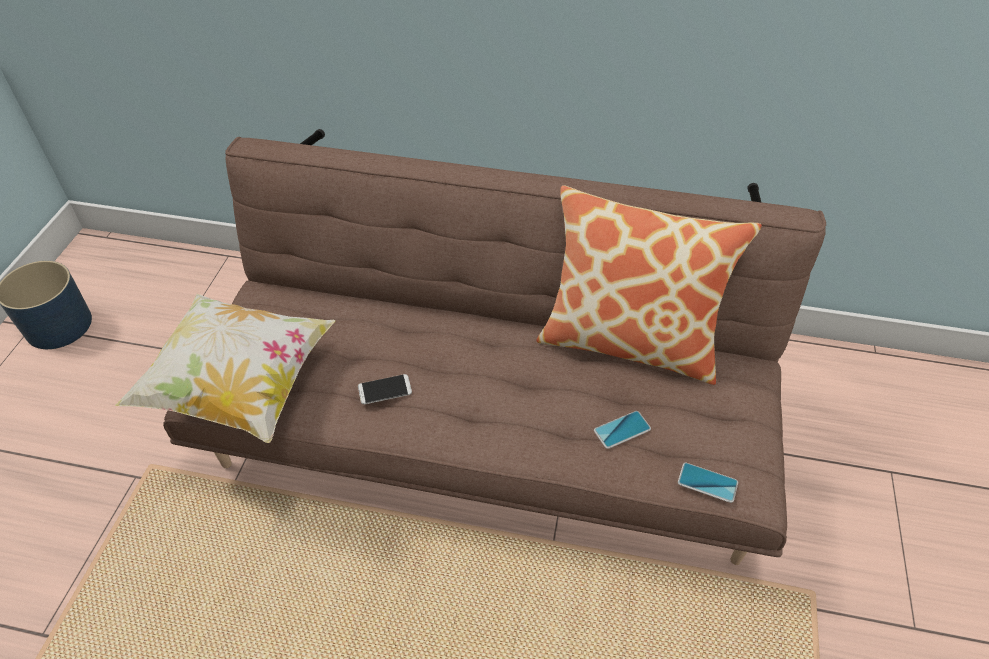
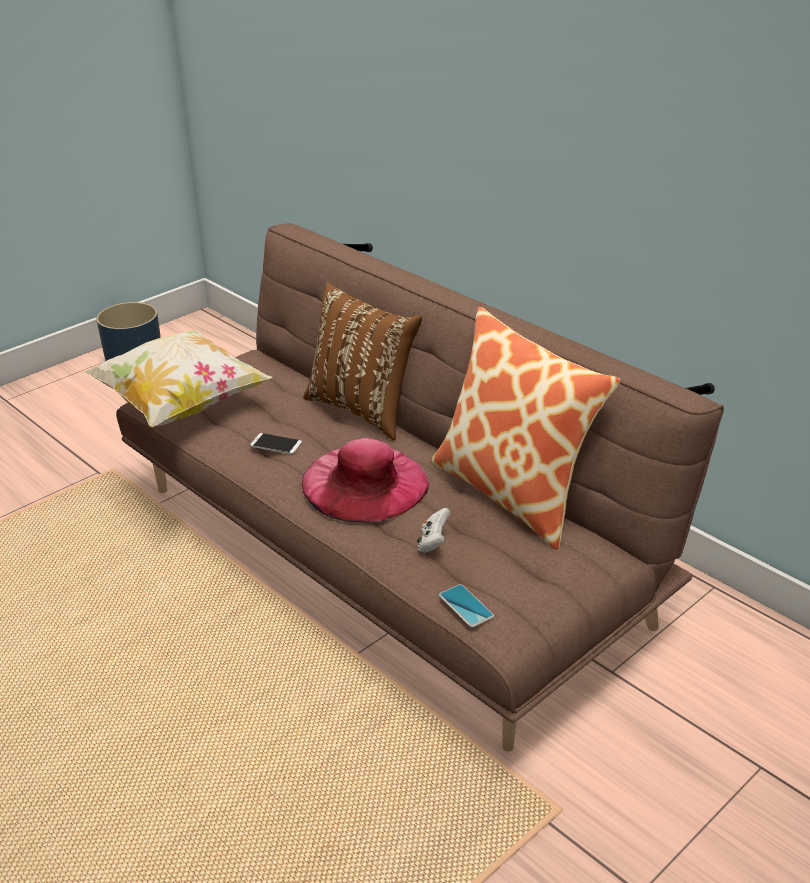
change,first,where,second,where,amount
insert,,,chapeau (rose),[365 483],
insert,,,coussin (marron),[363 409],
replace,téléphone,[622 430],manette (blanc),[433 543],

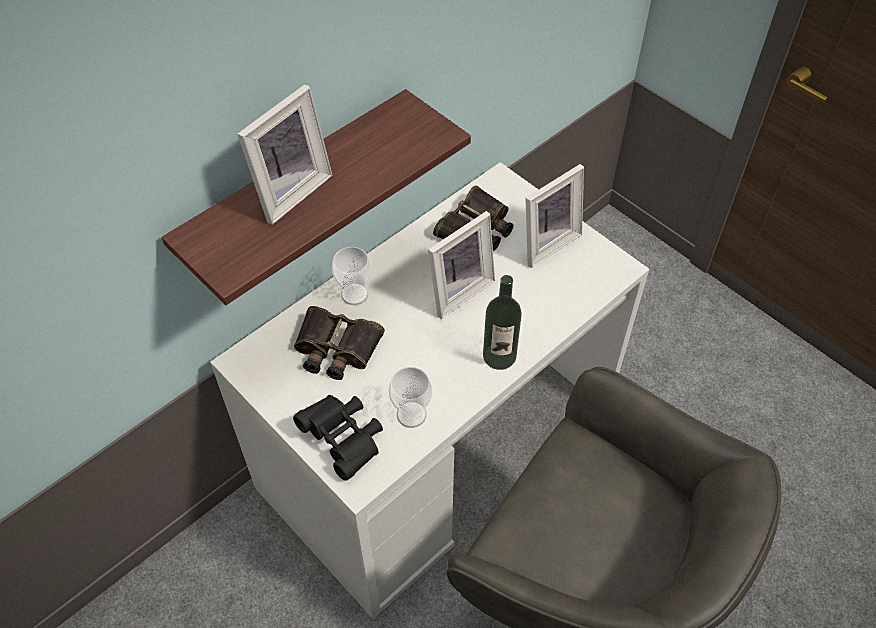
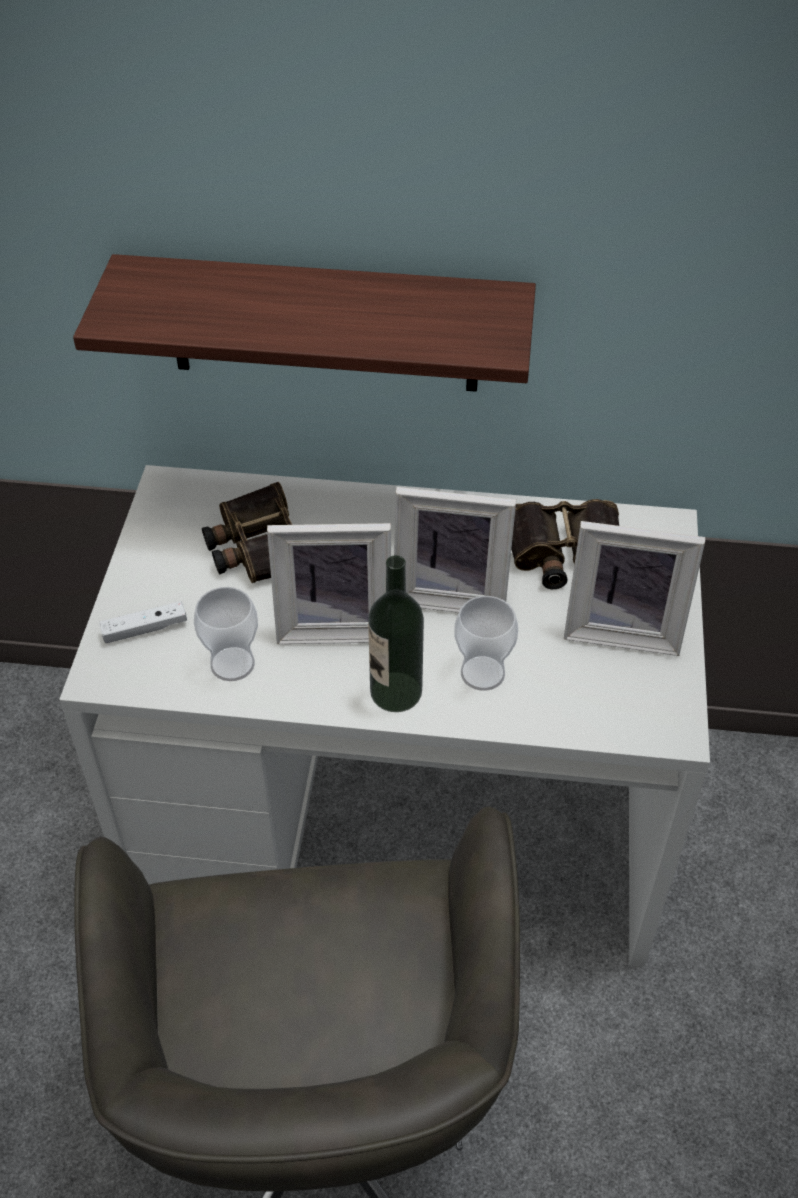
change,first,where,second,where,amount
replace,jumelles (noir),[344 440],manette (blanc),[145 629],
move,cadre photo,[288 191],,[334 624],
move,tasse,[354 294],,[482 673],

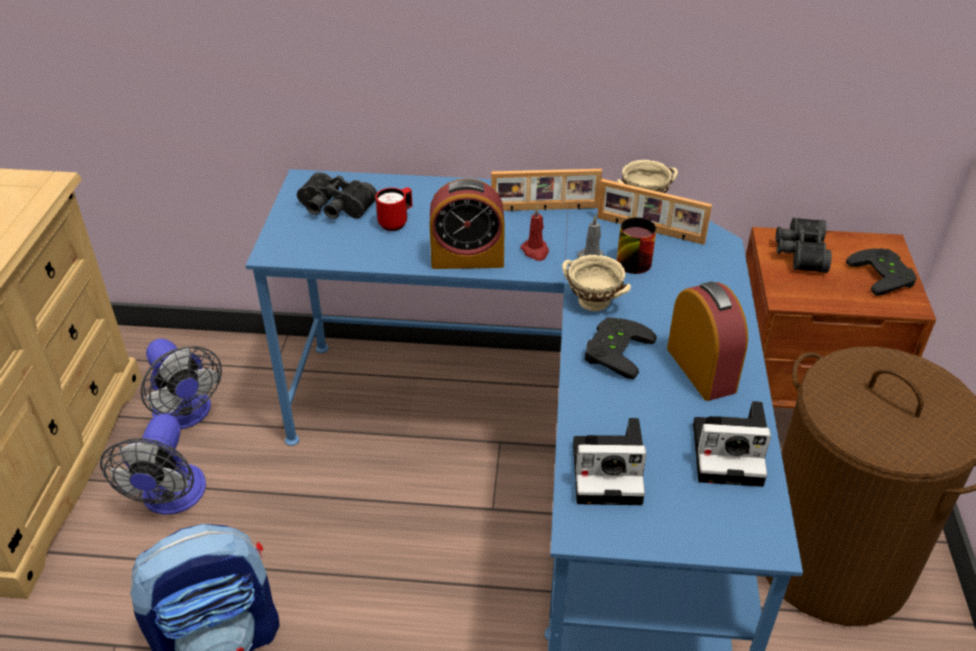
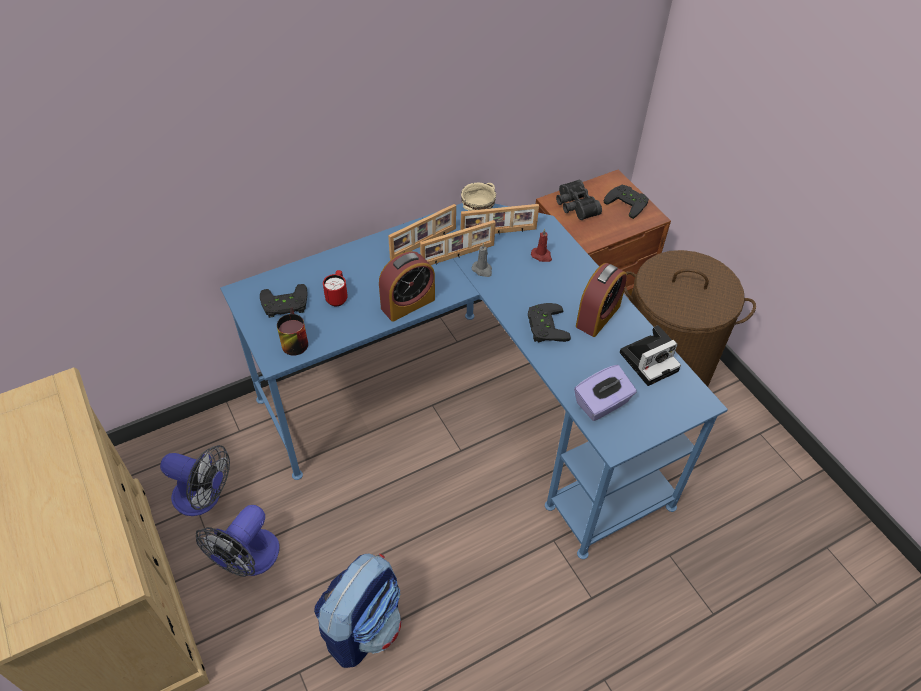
change,first,where,second,where,amount
rotate,ventilateur,[171 499],,[248 560],60 degrees clockwise
replace,jumelles (noir),[334 208],manette (noir),[285 305],
move,mug,[633 258],,[292 341],
insert,,,cadre photo,[458 256],
move,bougie (rouge),[535 251],,[541 256],
replace,appareil photo,[610 472],boîte à mouchoirs (violet),[602 404],
rotate,réveil,[701 369],,[598 316],90 degrees clockwise
delete,bol (beige),[594 302],,,

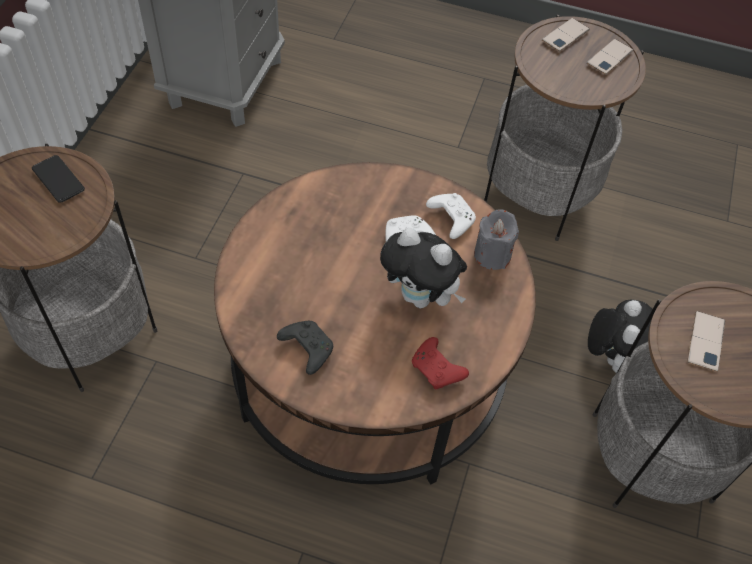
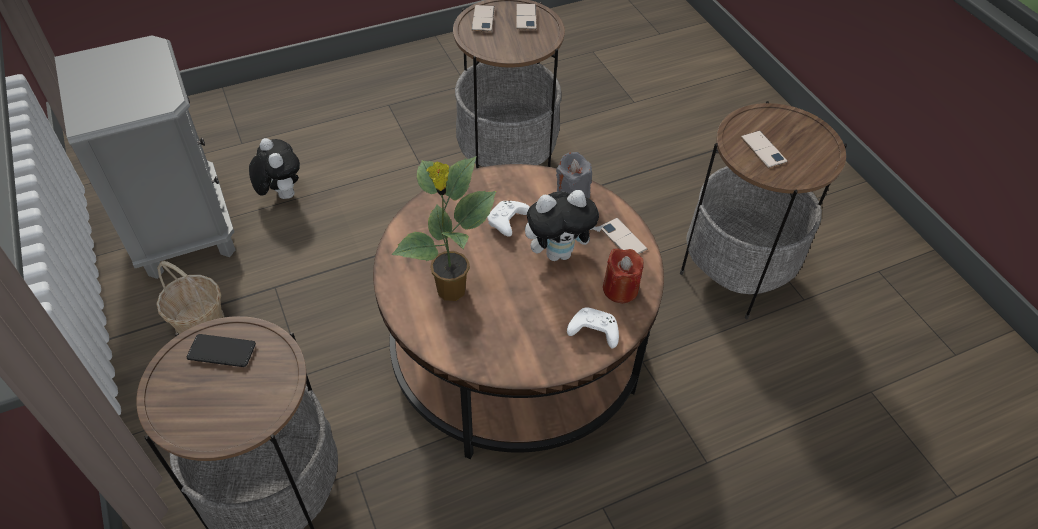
change,first,where,second,where,amount
insert,,,panier,[199 322],
move,peluche,[610 356],,[281 194],
insert,,,plante en pot,[450 291],
move,manette (blanc),[450 218],,[592 332],
insert,,,téléphone,[622 238],
replace,manette (rouge),[437 370],bougie (rouge),[620 289],
delete,manette (noir),[306 349],,,

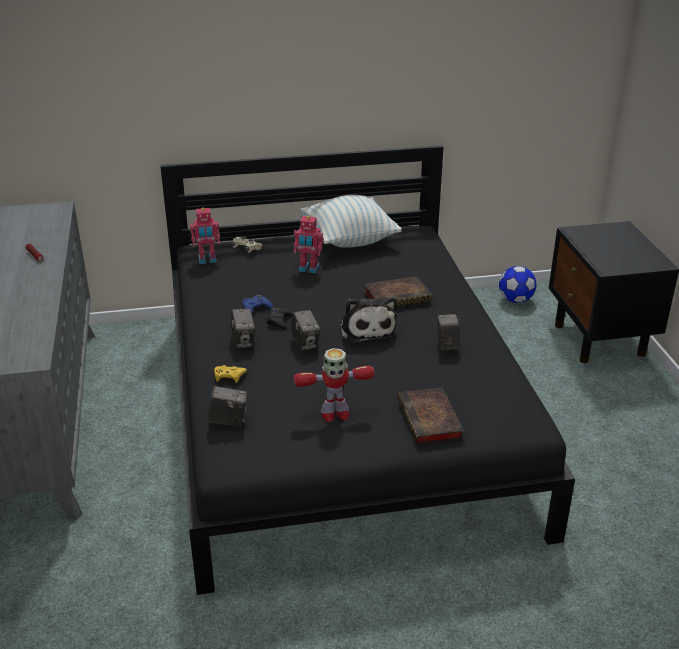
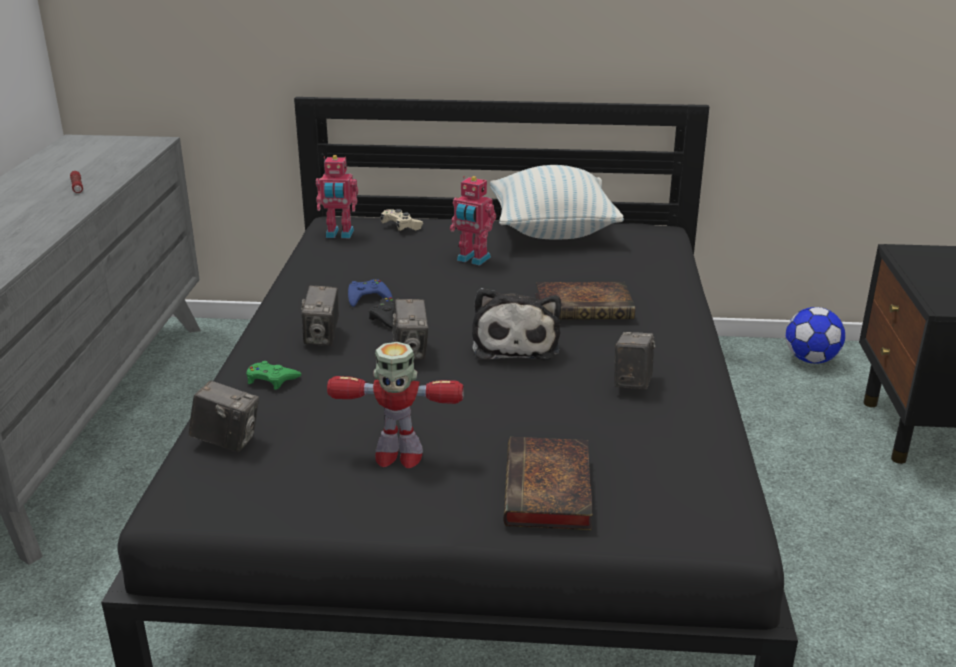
change,first,where,second,where,amount
recolor,manette (jaune),[229 376],manette (vert),[271 379],

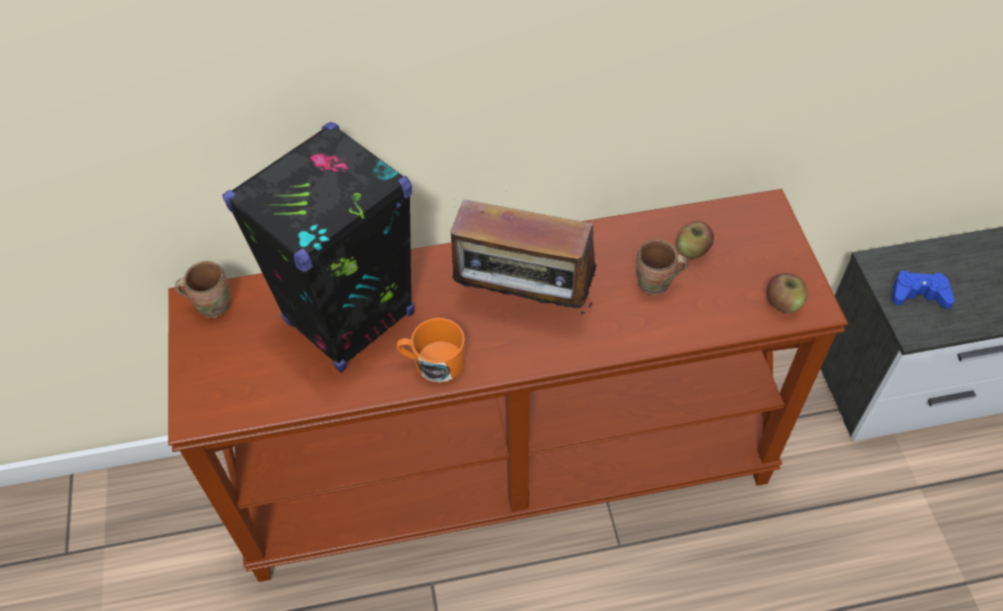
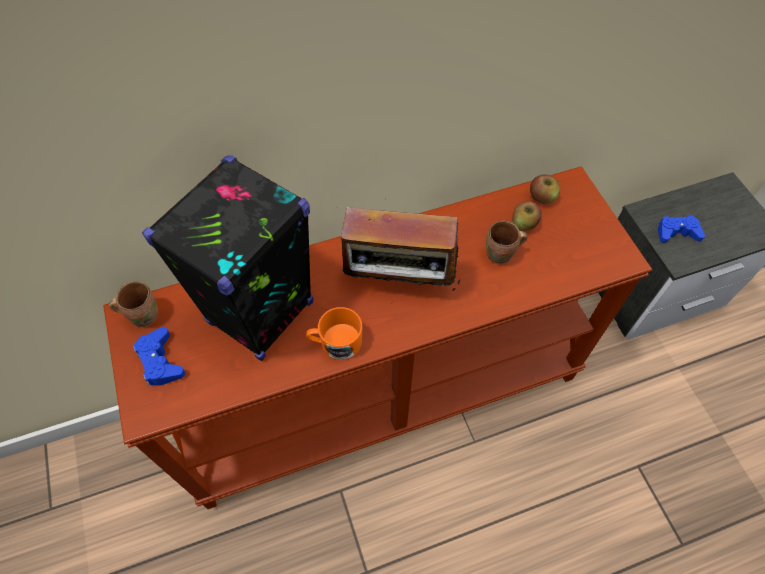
change,first,where,second,where,amount
insert,,,manette (bleu),[160 361],
move,pomme,[783 302],,[542 197],

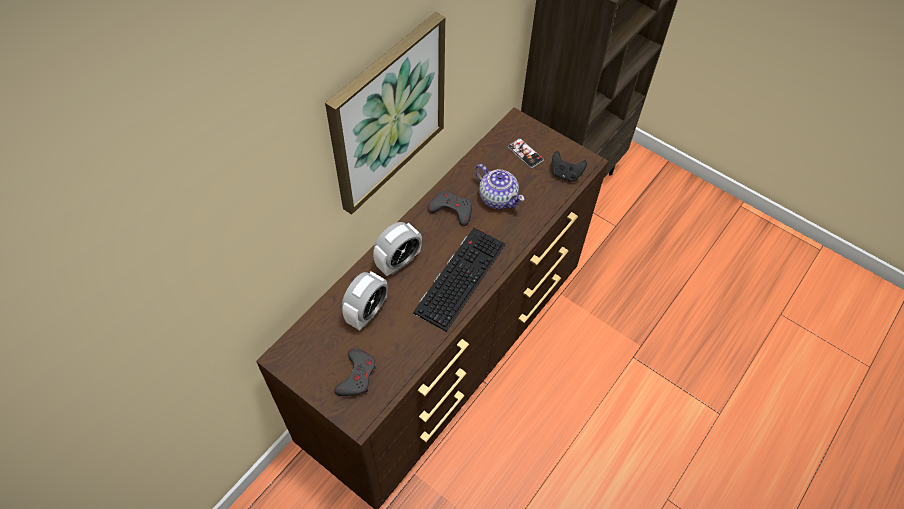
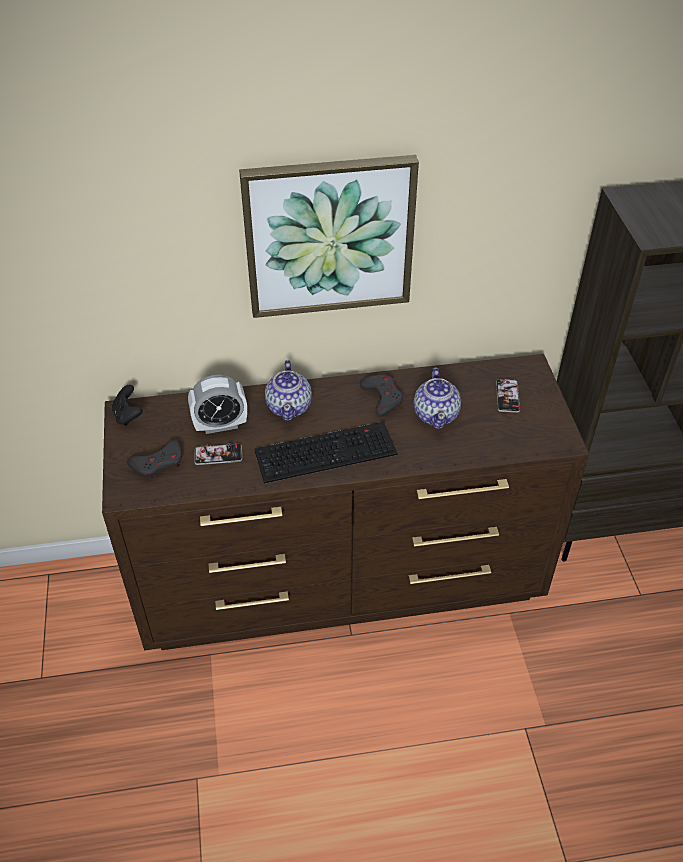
change,first,where,second,where,amount
move,manette (noir),[565 174],,[128 415],
insert,,,téléphone,[218 455],
replace,réveil,[398 262],théière,[289 406],

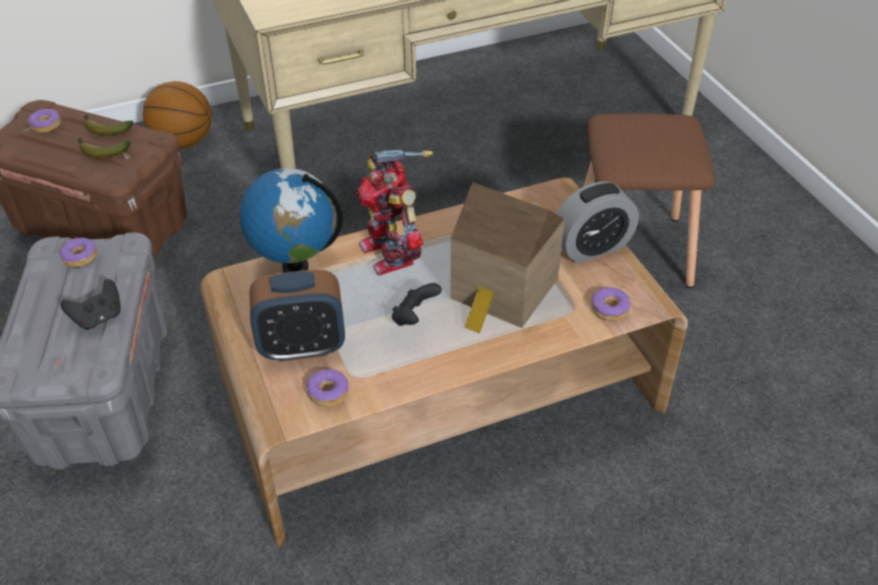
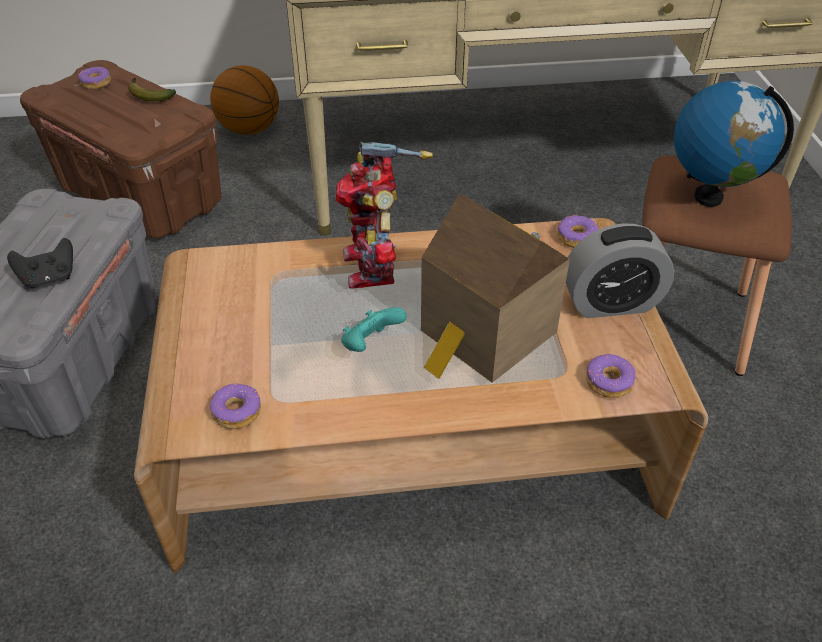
change,first,where,second,where,amount
recolor,manette (noir),[414 318],manette (turquoise),[371 344],
move,beignet,[80 257],,[576 238],
move,globe,[295 267],,[708 197],
delete,banane,[101 151],,,
delete,réveil,[302 347],,,

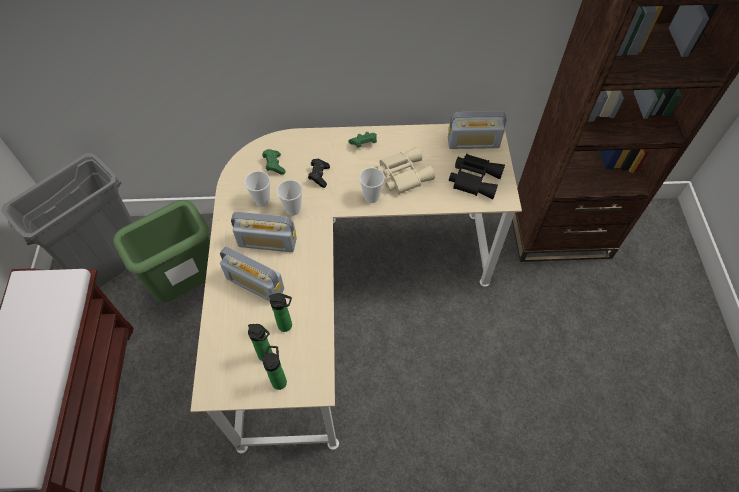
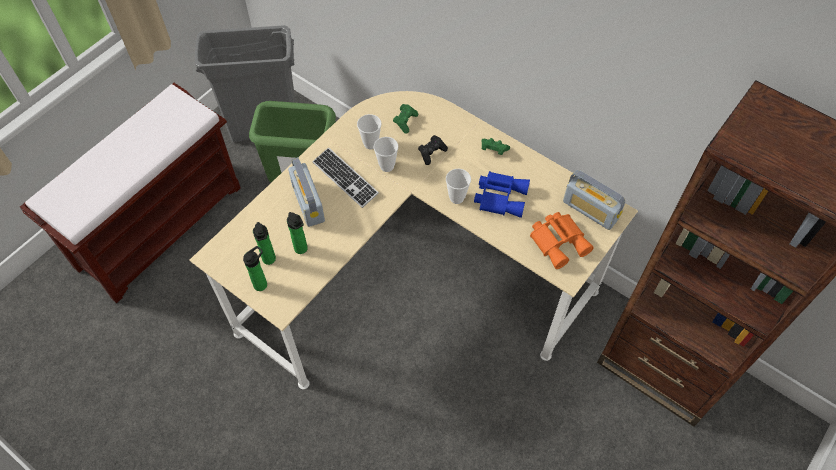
change,first,where,second,where,amount
replace,radio,[267 242],clavier,[345 178],
recolor,jumelles (beige),[402 174],jumelles (bleu),[500 196],
recolor,jumelles (noir),[474 178],jumelles (orange),[559 241],

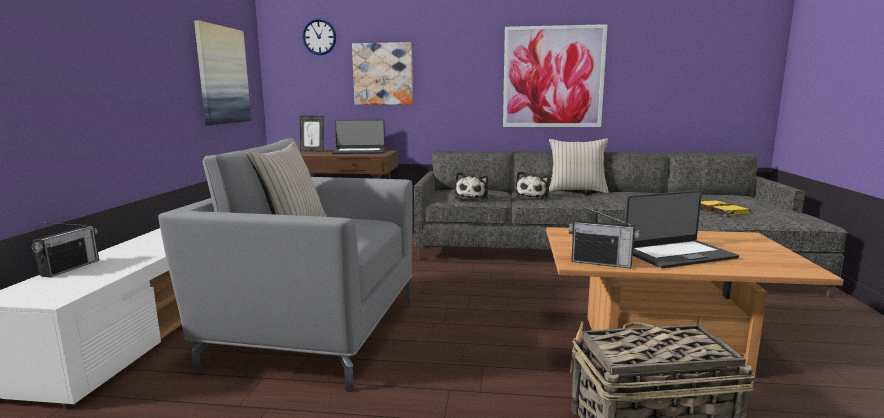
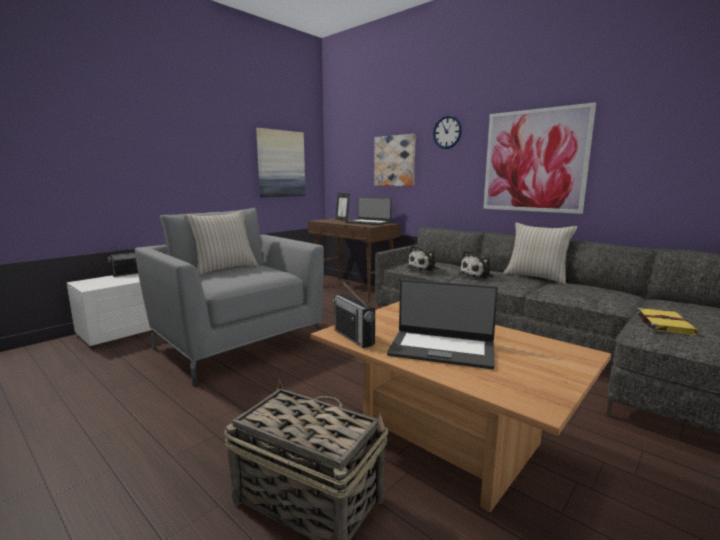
change,first,where,second,where,amount
move,horloge murale,[319 37],,[447 132],

